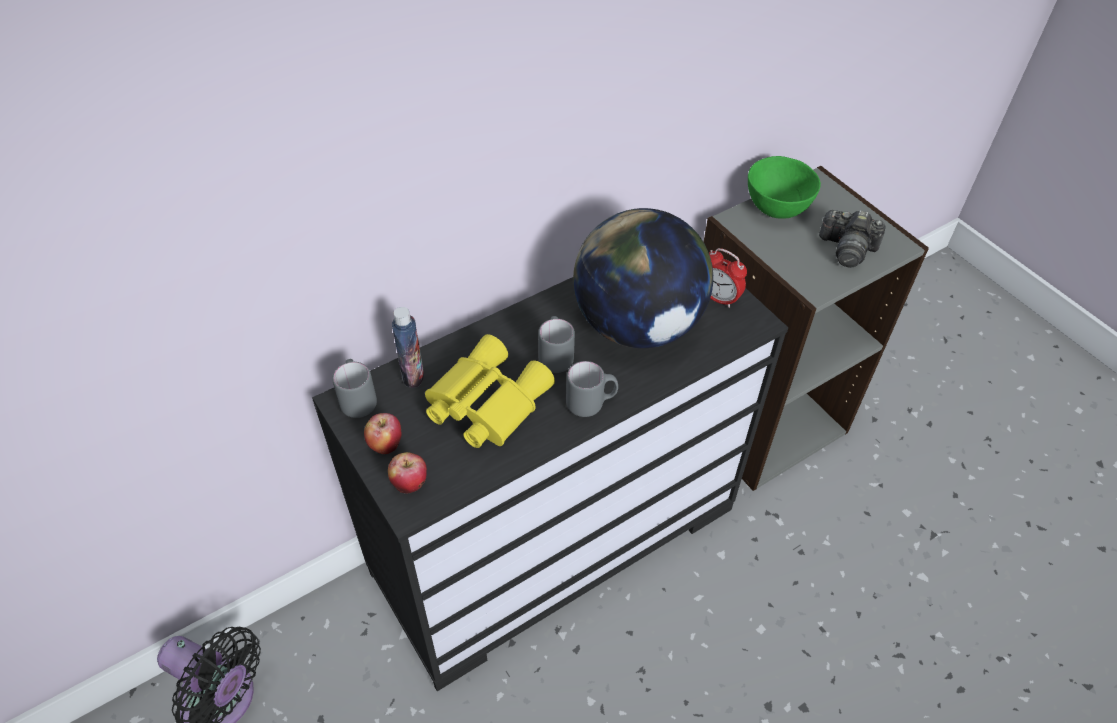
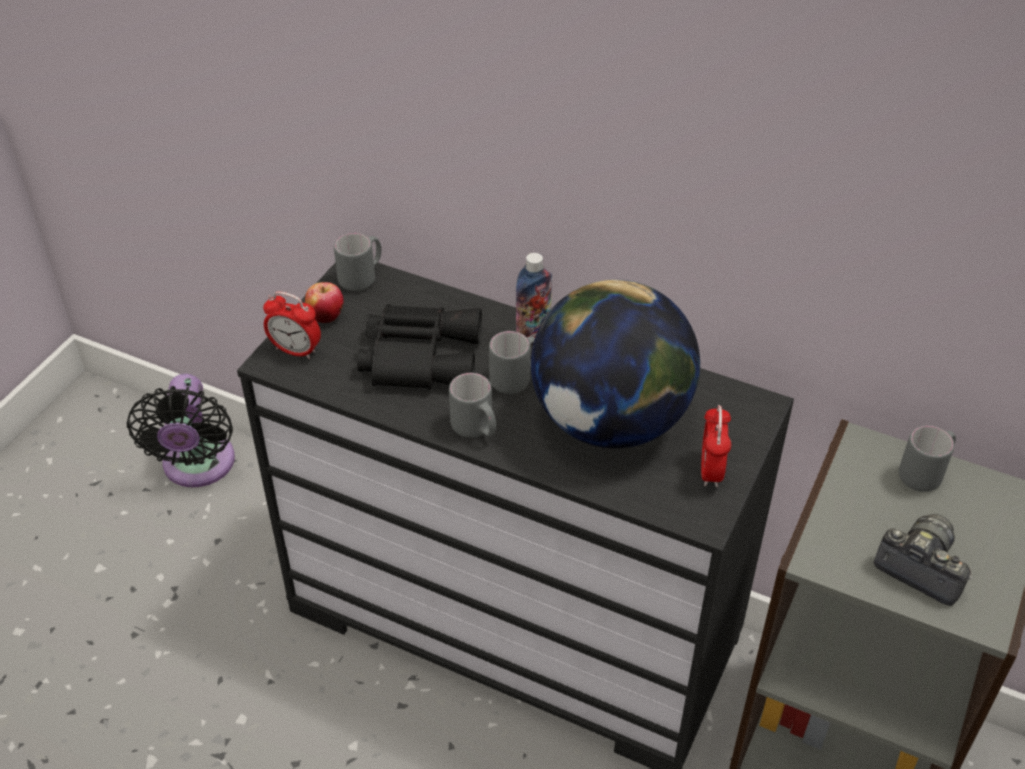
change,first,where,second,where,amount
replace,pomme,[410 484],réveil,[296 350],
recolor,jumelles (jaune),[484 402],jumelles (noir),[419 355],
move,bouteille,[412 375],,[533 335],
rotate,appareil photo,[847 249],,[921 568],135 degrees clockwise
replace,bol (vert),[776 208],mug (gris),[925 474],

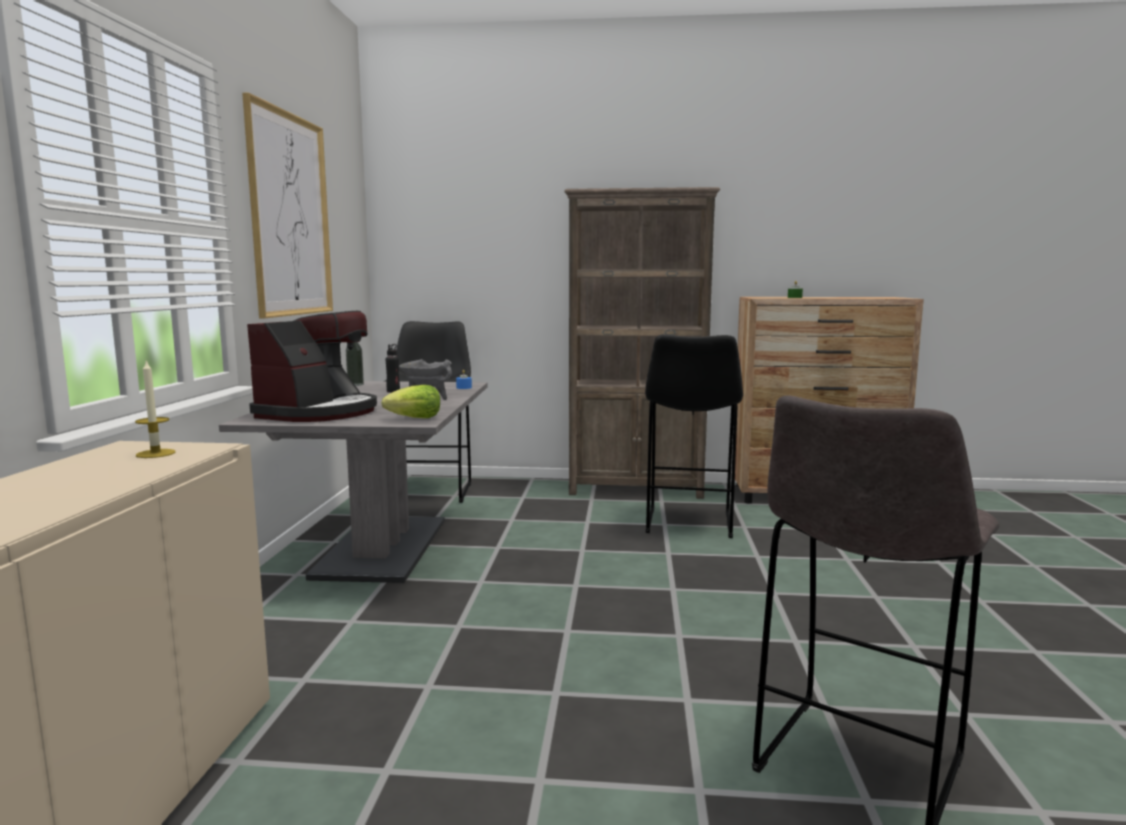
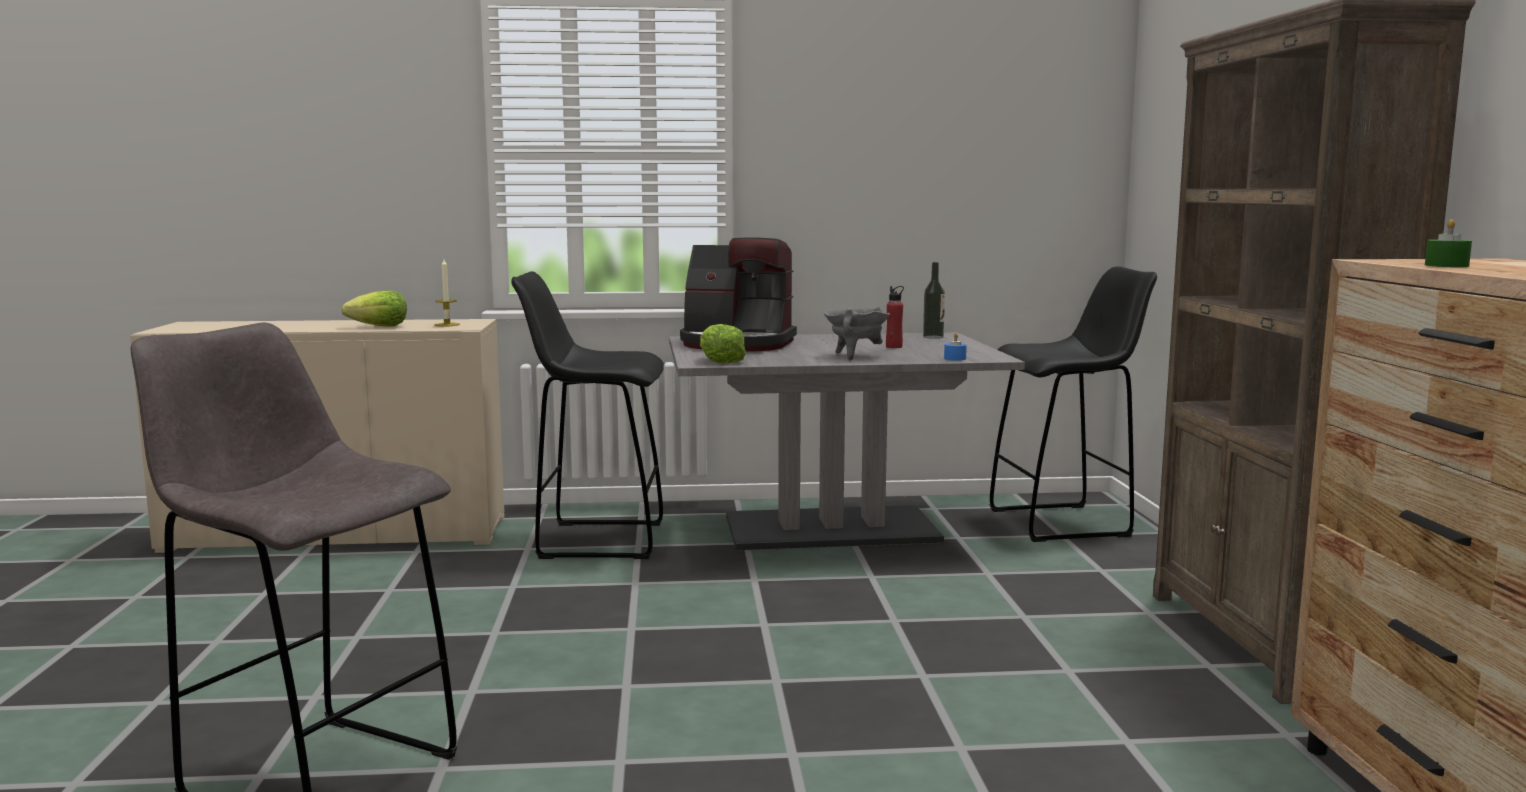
change,first,where,second,where,amount
insert,,,laitue,[379 327],
move,tabouret (noir),[688 524],,[596 540],
recolor,bouteille (noir),[393 391],bouteille (rouge),[894 347],
delete,tableau,[290 215],,,

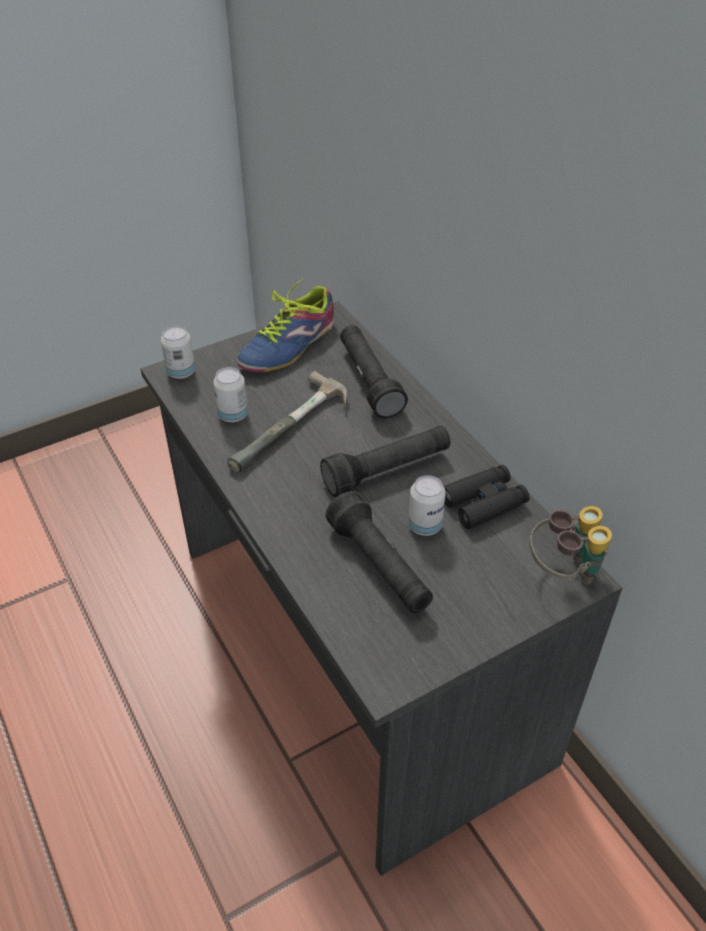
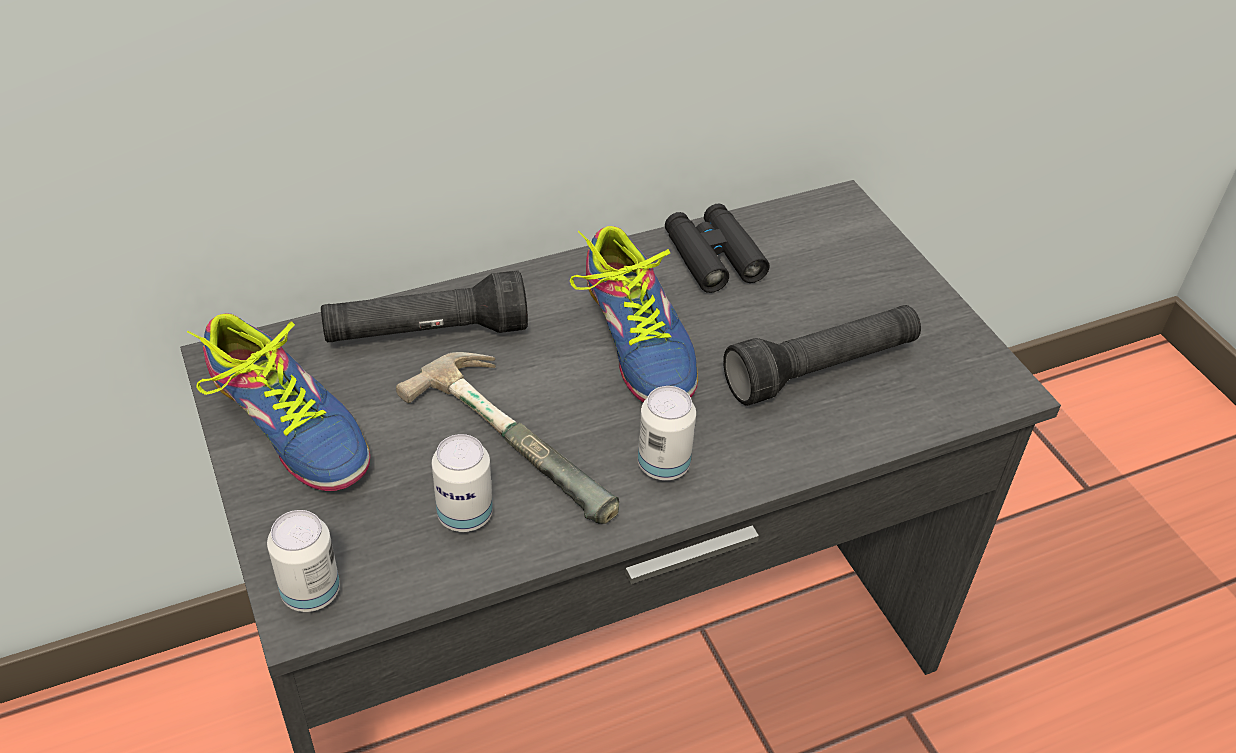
change,first,where,second,where,amount
replace,lampe de poche (noir),[387 471],chaussure,[639 339],
move,boîte métallique,[425 526],,[663 465],
delete,jumelles,[563 572],,,

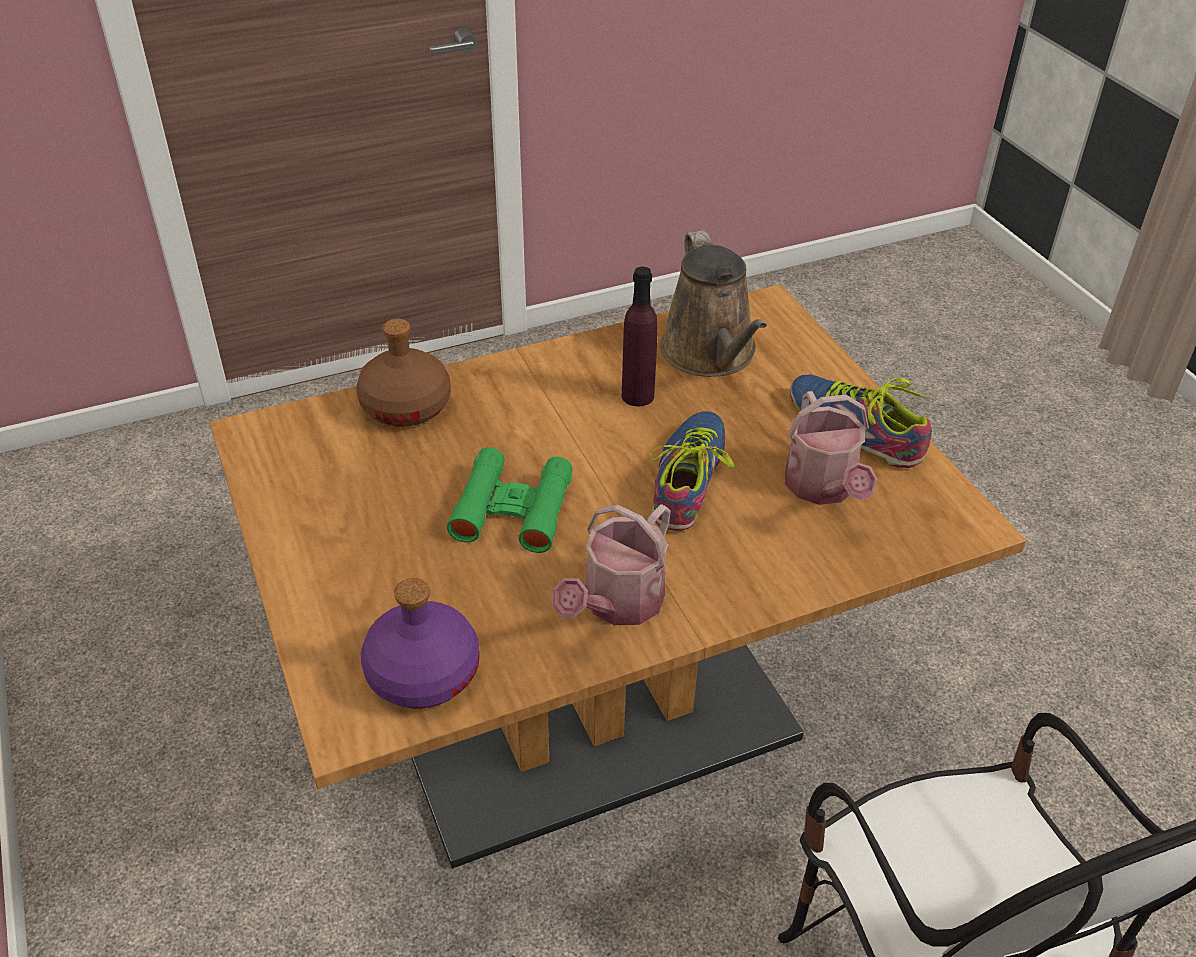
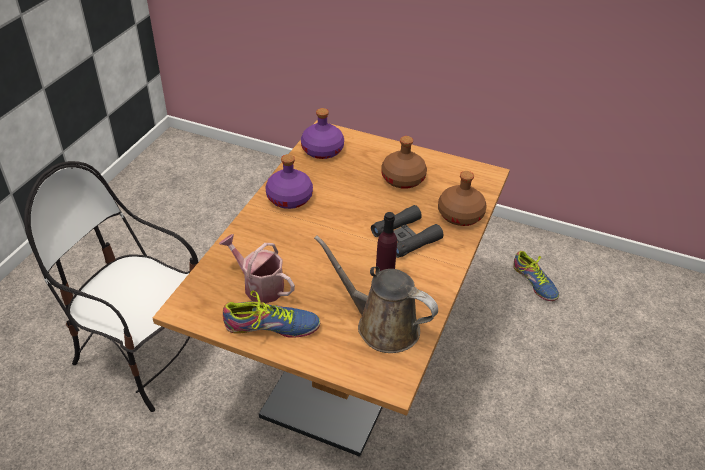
change,first,where,second,where,amount
replace,arrosoir,[617 604],bouteille (violet),[290 198],
insert,,,jumelles (noir),[406 237],
insert,,,bouteille (marron),[403 178],
move,chaussure,[687 479],,[534 282],
delete,jumelles (vert),[513 509],,,

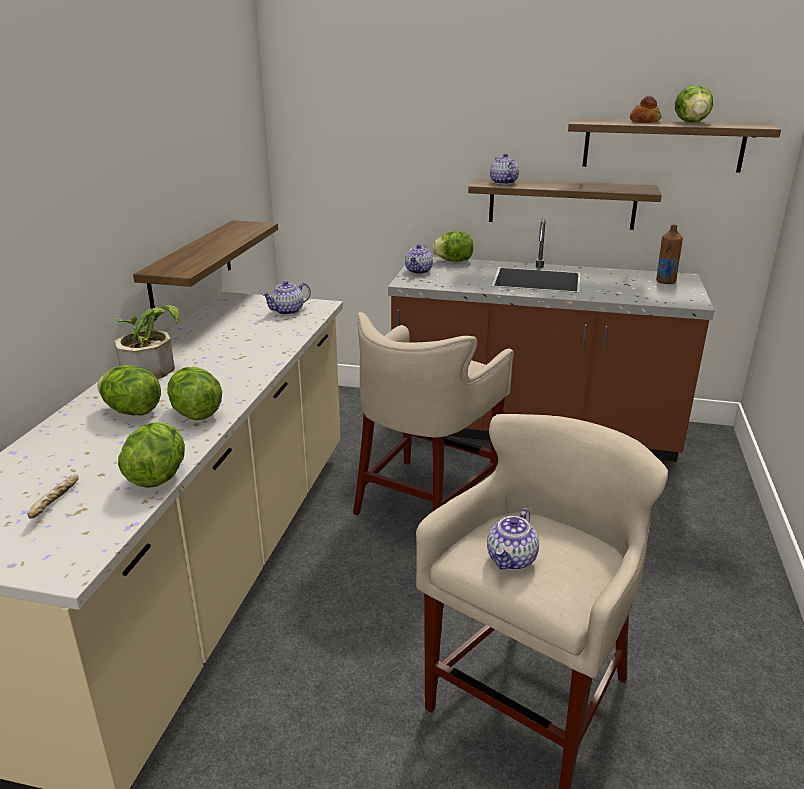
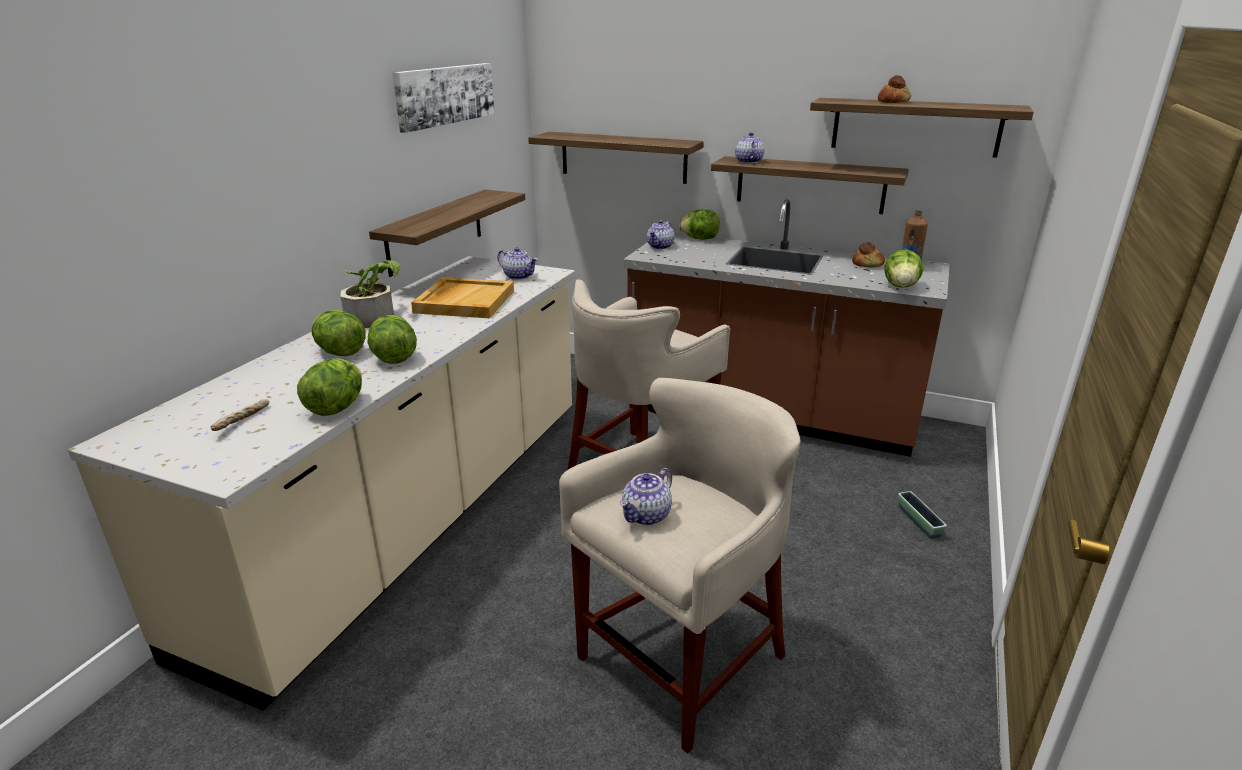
change,first,where,second,where,amount
insert,,,tableau,[445 95],
insert,,,plateau (beige),[464 301],
rotate,théière,[287 311],,[519 276],120 degrees counterclockwise
insert,,,étagère,[623 157],
insert,,,pain,[868 265],
move,laitue,[691 123],,[900 286],
insert,,,cache-pot,[919 521],

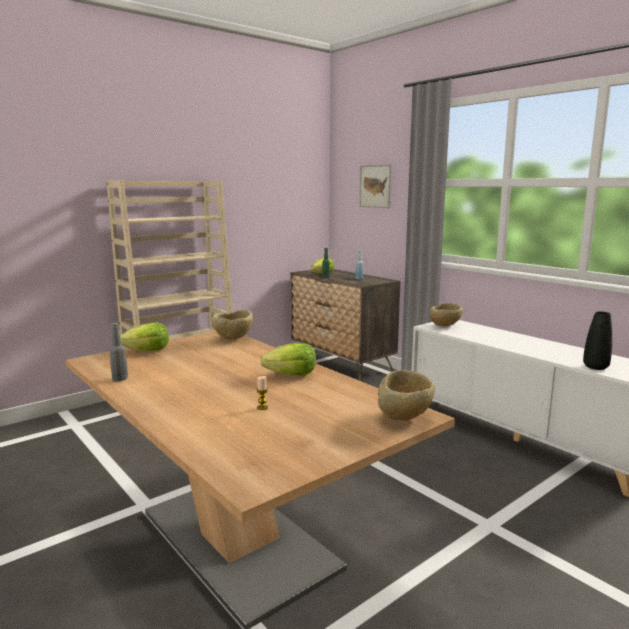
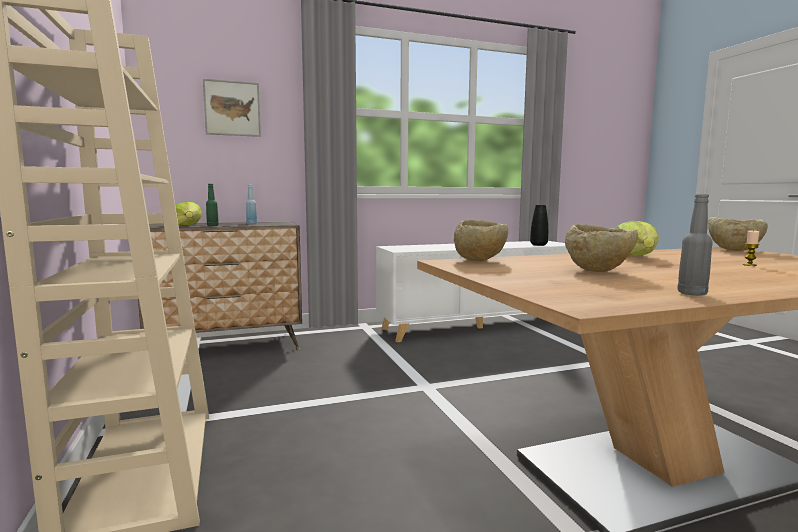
change,first,where,second,where,amount
move,bol (beige),[445 326],,[599 271],
delete,laitue,[147 351],,,

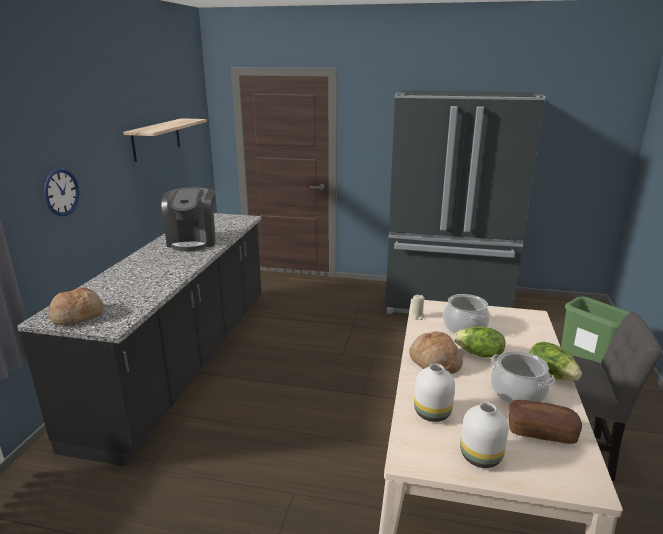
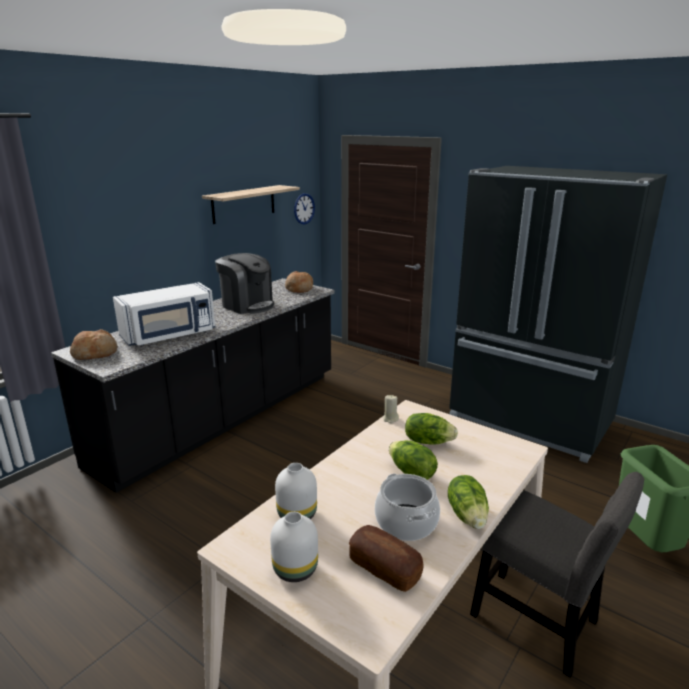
change,first,where,second,where,amount
insert,,,micro-ondes (blanc),[170 335],
rotate,machine à café,[193 241],,[247 305],75 degrees counterclockwise
move,pain,[435 362],,[299 289],
move,horloge murale,[61 192],,[304 208],
replace,marmite,[464 327],laitue,[428 441],

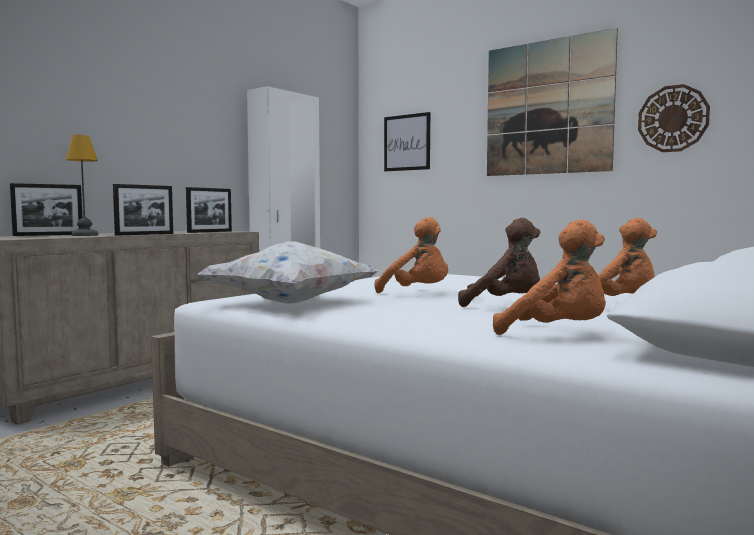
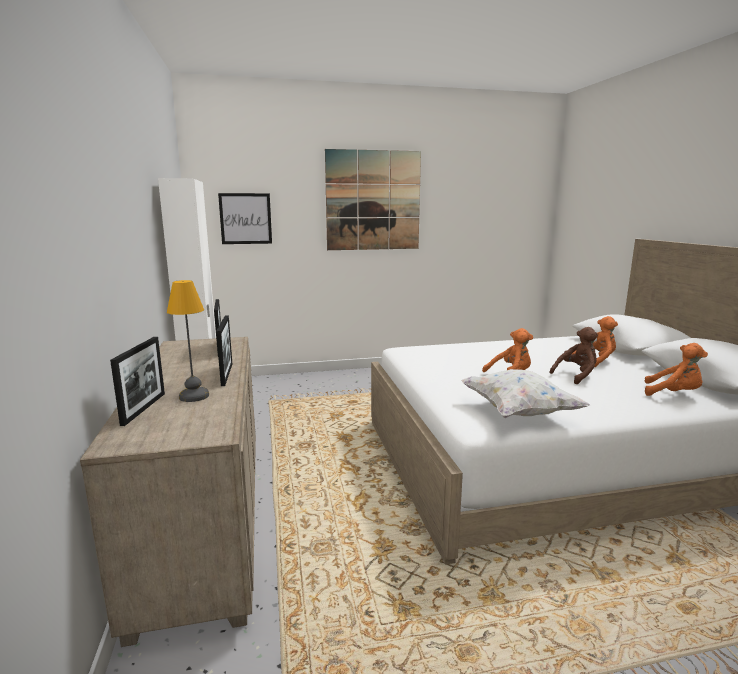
change,first,where,second,where,amount
rotate,peluche (orange),[558 334],,[673 394],45 degrees clockwise
delete,horloge murale,[673 118],,,

